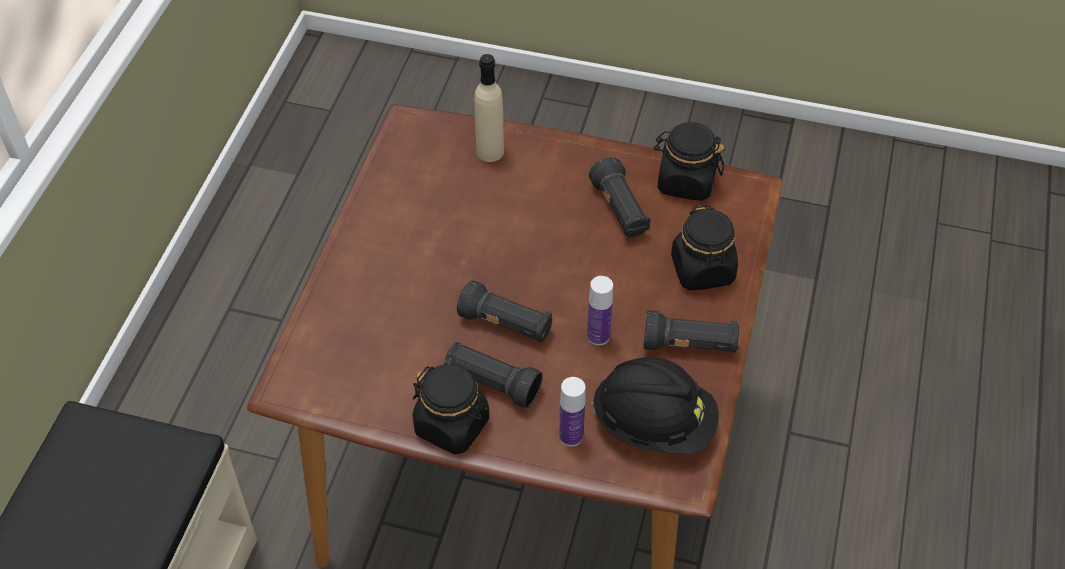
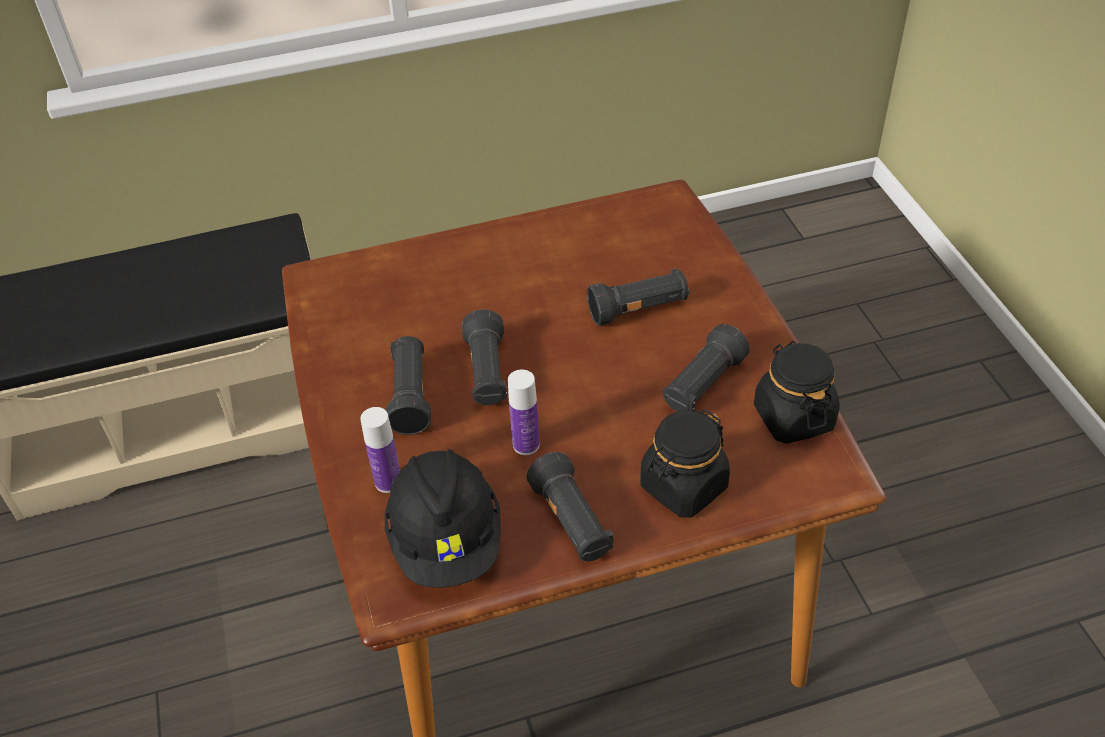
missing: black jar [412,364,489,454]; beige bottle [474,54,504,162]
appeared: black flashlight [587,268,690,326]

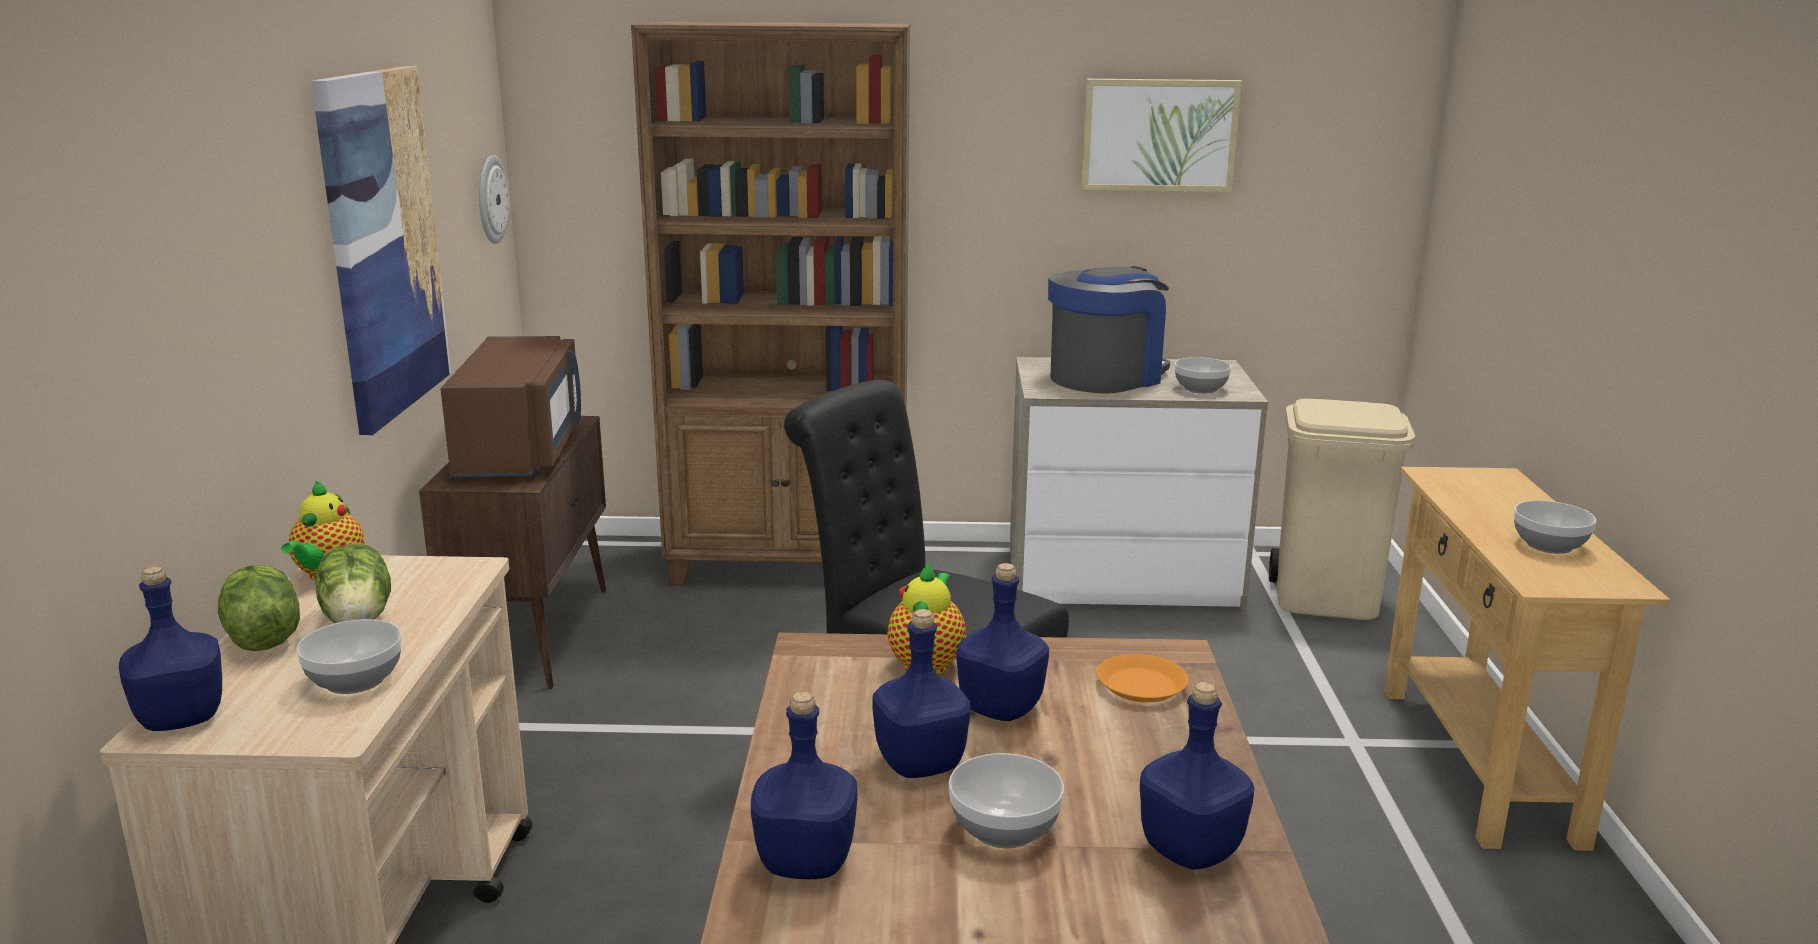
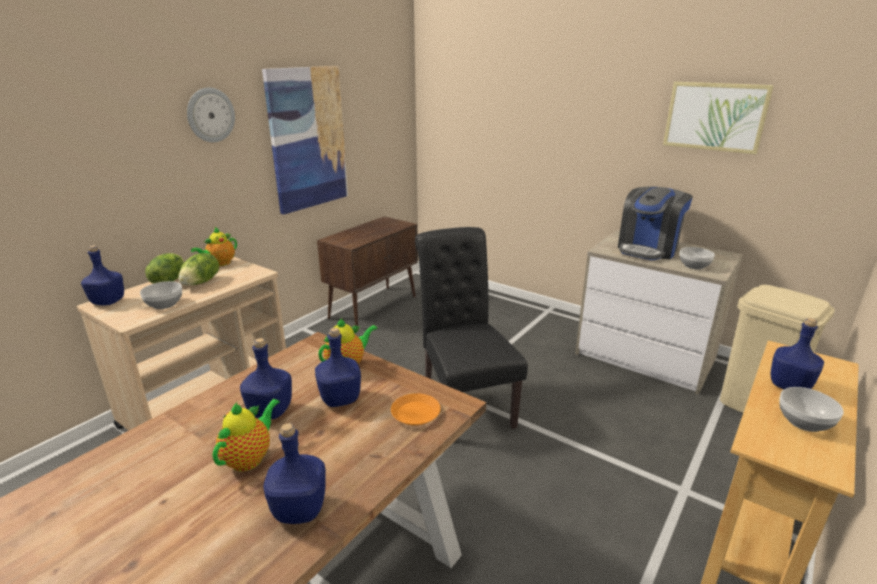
missing: brown microwave [440,336,581,477]; brown bookcase [631,21,910,586]
relocated: wall clock [479,155,509,244] to [187,88,235,142]; blue bottle [751,691,857,879] to [770,318,824,389]
exchanged: bowl [949,753,1064,848] to teapot [213,399,280,472]
spun: coffee machine [1048,266,1170,394] = [618,187,693,260] 135 degrees clockwise

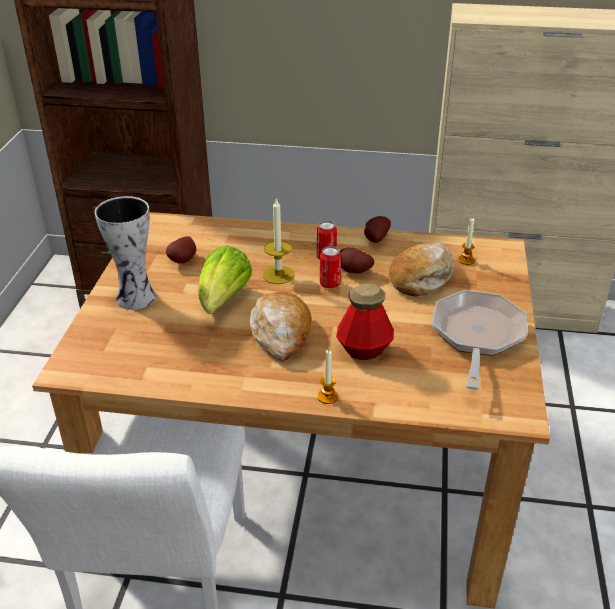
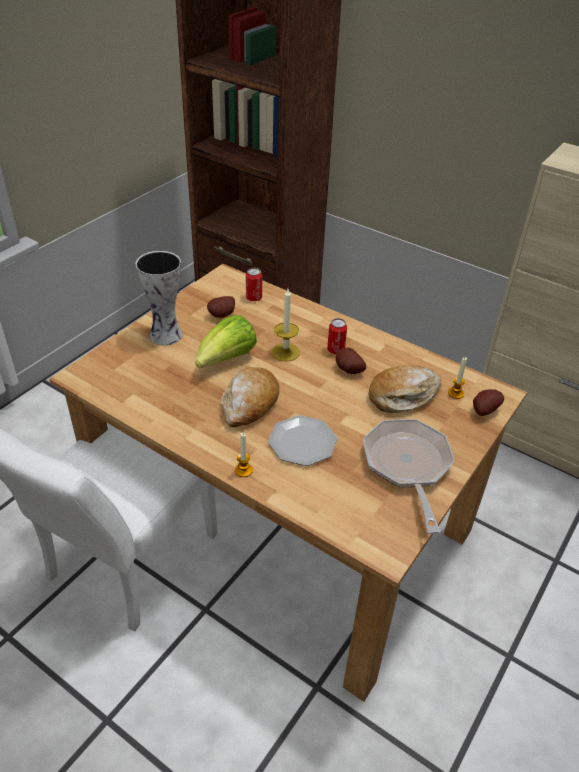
relocated: can [320,246,341,288] to [246,268,262,301]; potato [364,216,391,243] to [473,389,504,416]
exchanged: bottle [336,284,394,360] to plate [268,415,337,466]
spun: frying pan [432,290,527,390] = [363,419,455,534] 45 degrees counterclockwise

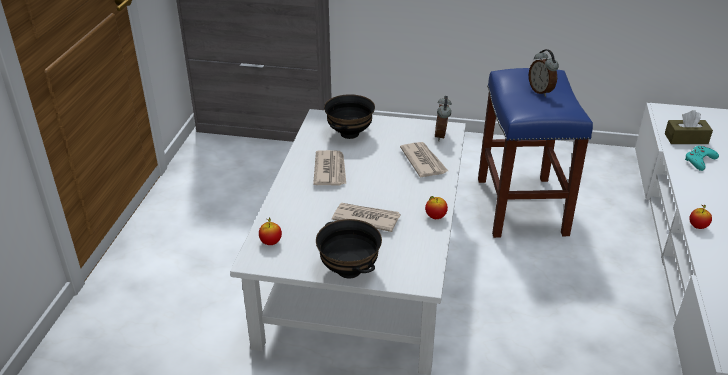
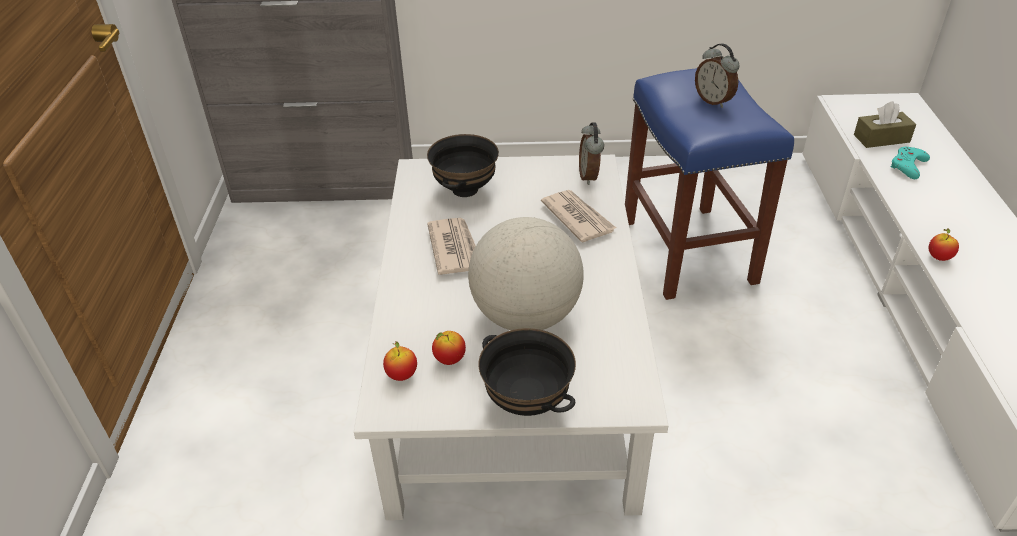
relocated: apple [425,196,448,219] to [432,331,466,365]
exchanged: newspaper [332,203,400,232] to globe [468,217,584,330]

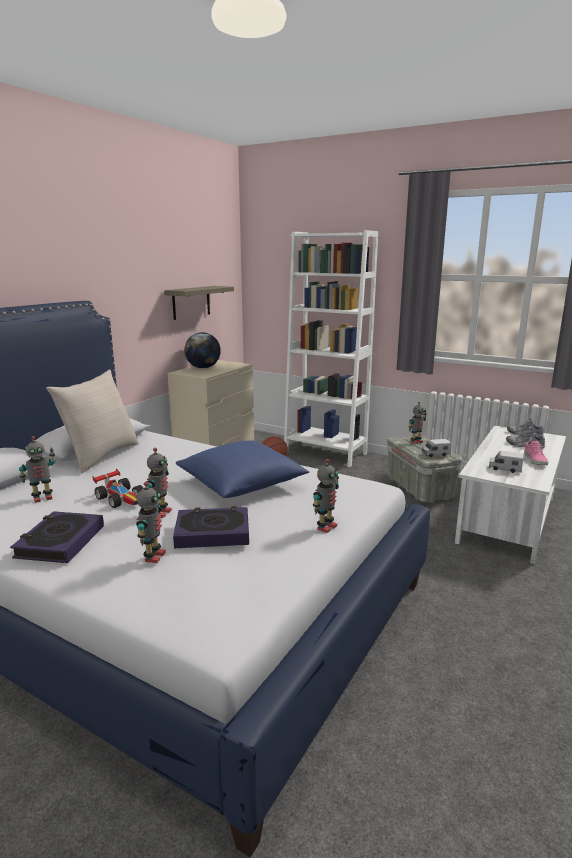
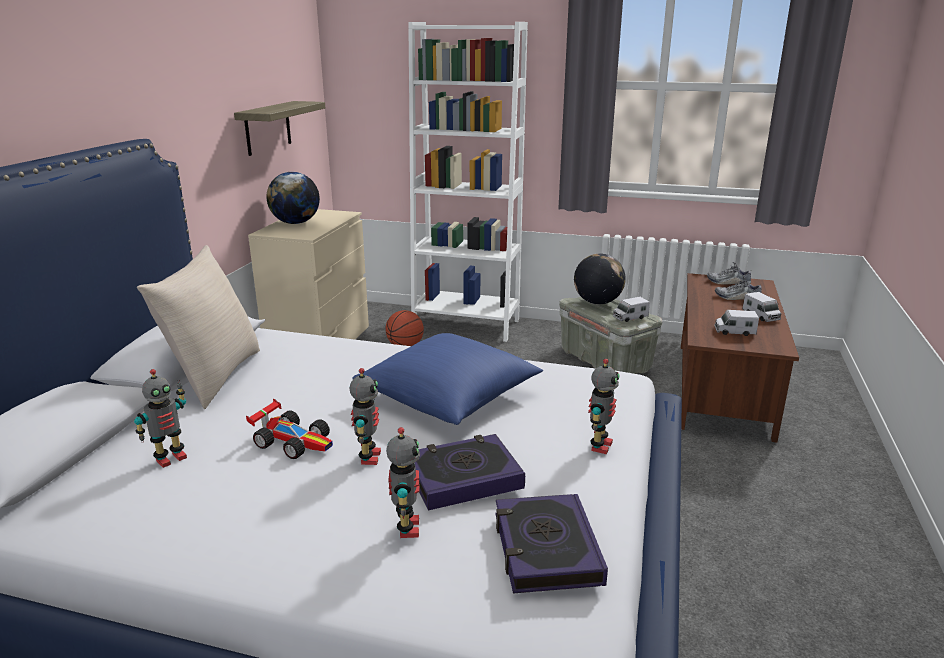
relocated: book [10,511,104,563] to [495,494,608,593]
exchanged: toy robot [408,402,427,444] to globe [574,253,626,304]; pink shoe [524,441,548,465] to toy truck [742,292,781,322]
colour: white coffee table [455,426,566,564] to brown coffee table [681,273,799,443]

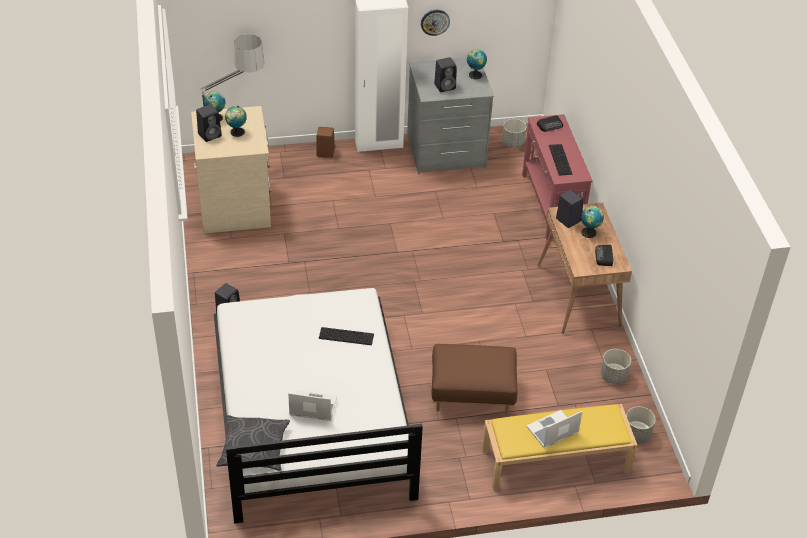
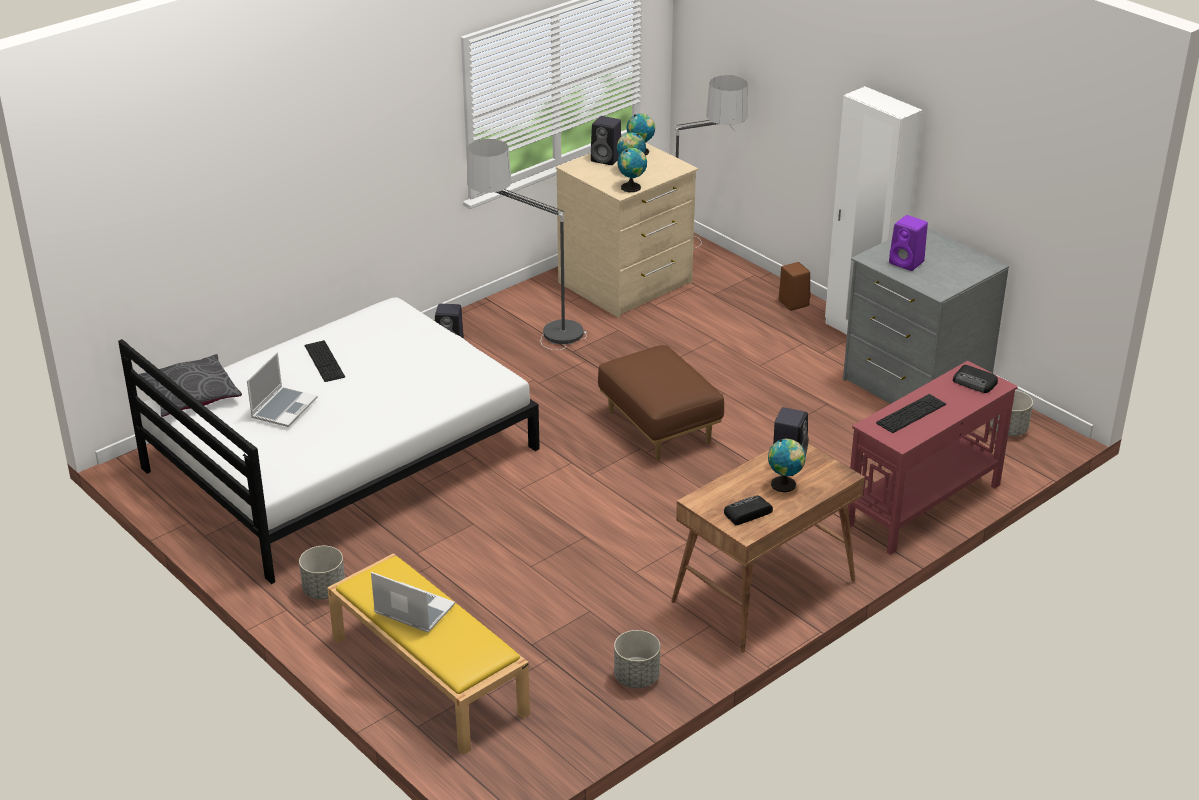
missing: wall clock [421,10,450,36]
appeared: floor lamp [467,139,587,350]
relocated: grey planter [626,407,655,444] to [299,546,345,600]; keyboard [319,327,374,345] to [305,340,345,382]; brown ottoman [432,344,517,415] to [598,345,724,461]; globe [467,49,487,79] to [617,148,647,192]
colour: black speaker [434,57,457,92] to purple speaker [889,215,928,271]
spun: laptop [288,390,337,421] = [247,352,317,427] 45 degrees clockwise

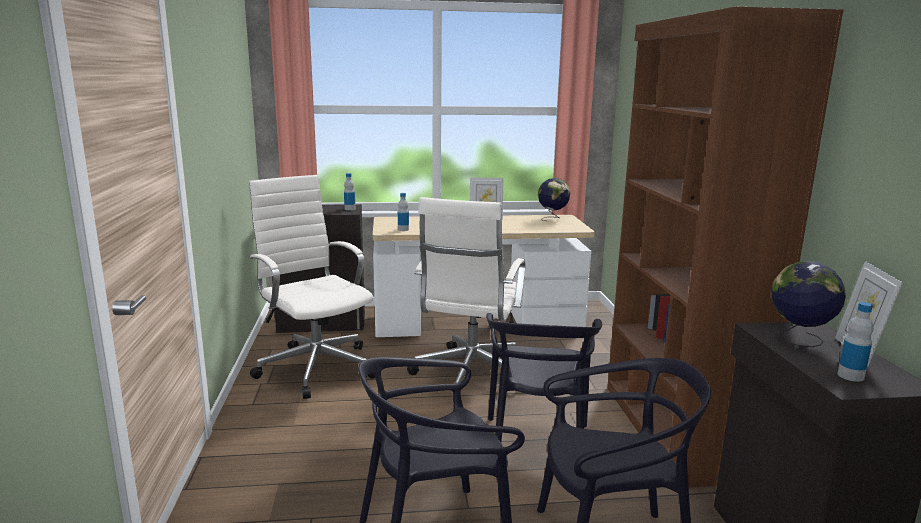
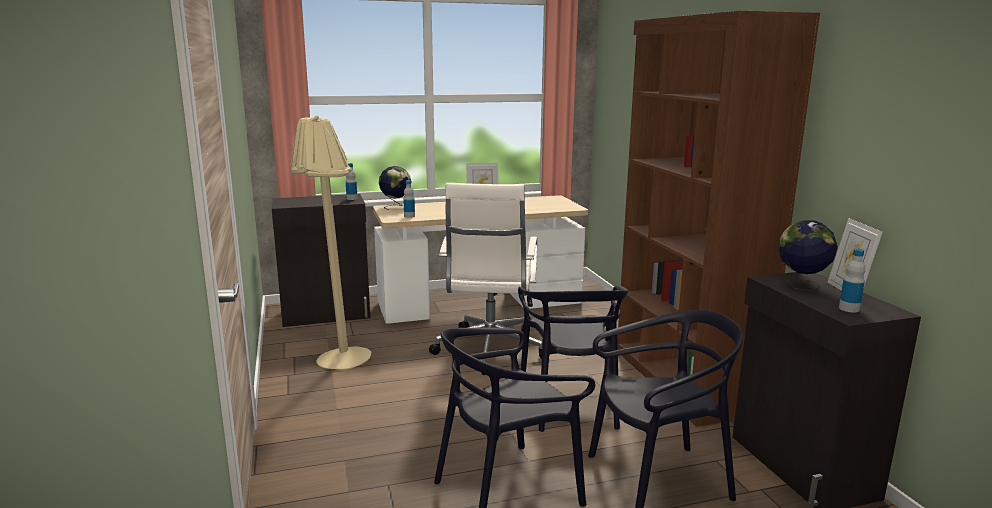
relocated: globe [538,178,570,221] to [379,166,411,210]
exchanged: white office chair [249,175,375,399] to beige floor lamp [291,115,371,369]

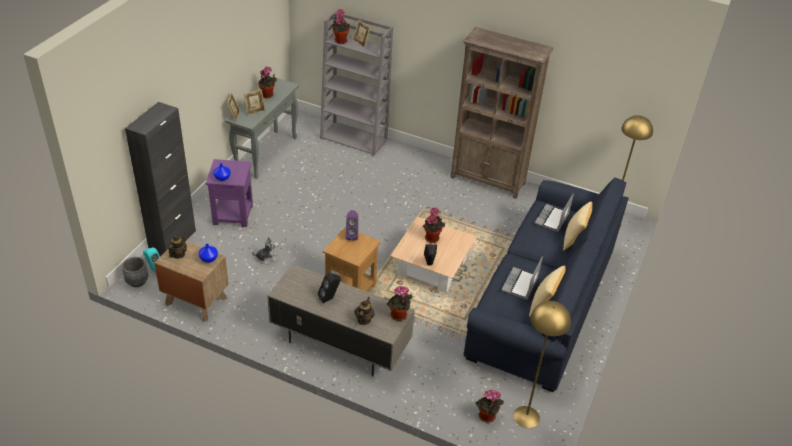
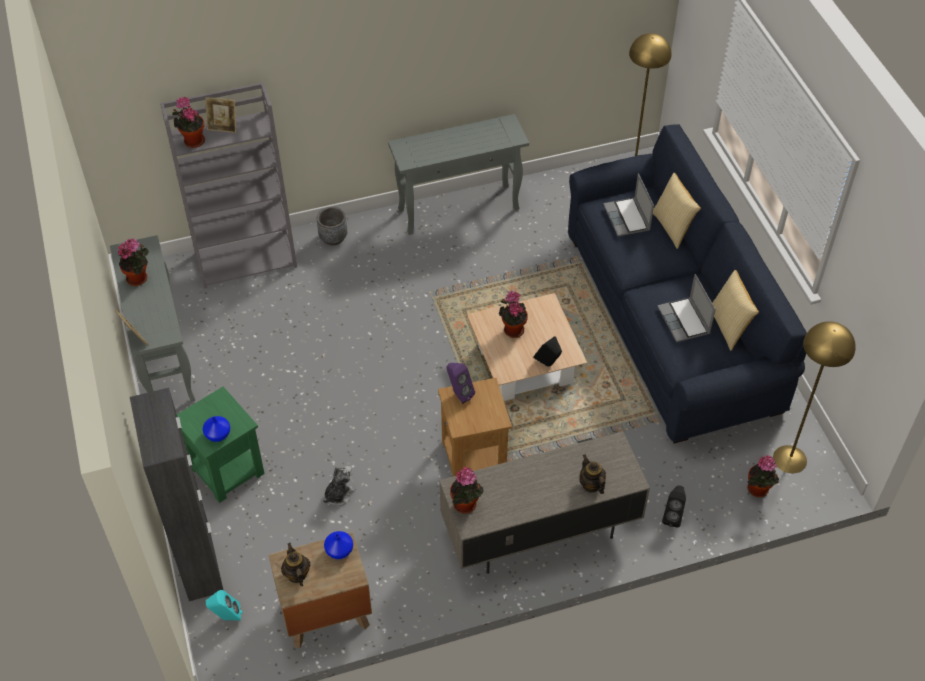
missing: picture frame [244,89,265,115]
relocated: grey planter [122,257,148,287] to [317,207,347,245]; potted plant [386,286,413,321] to [450,467,484,514]; black speaker [318,273,341,303] to [662,485,686,528]
exchanged: brown bookcase [450,27,553,199] to grey console table [388,114,529,235]
colour: purple side table [205,159,253,227] to green side table [177,386,265,503]

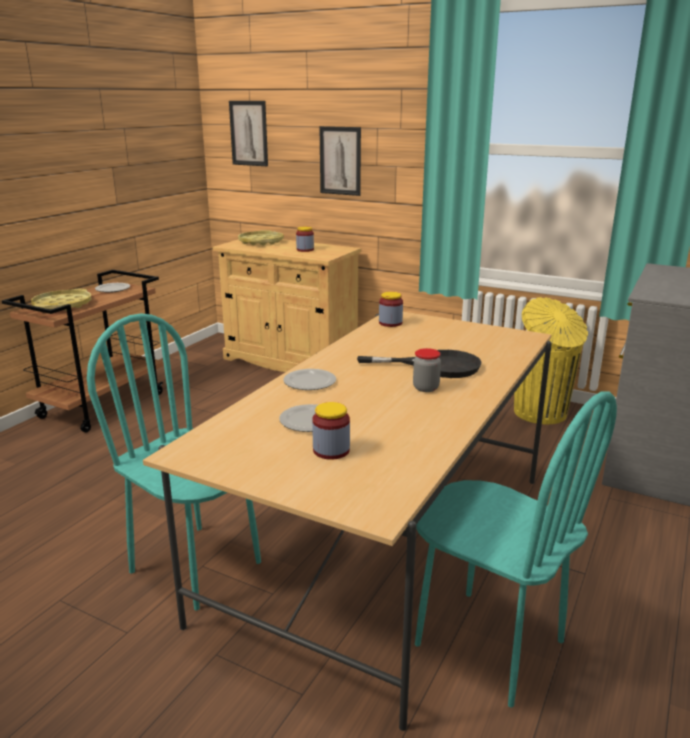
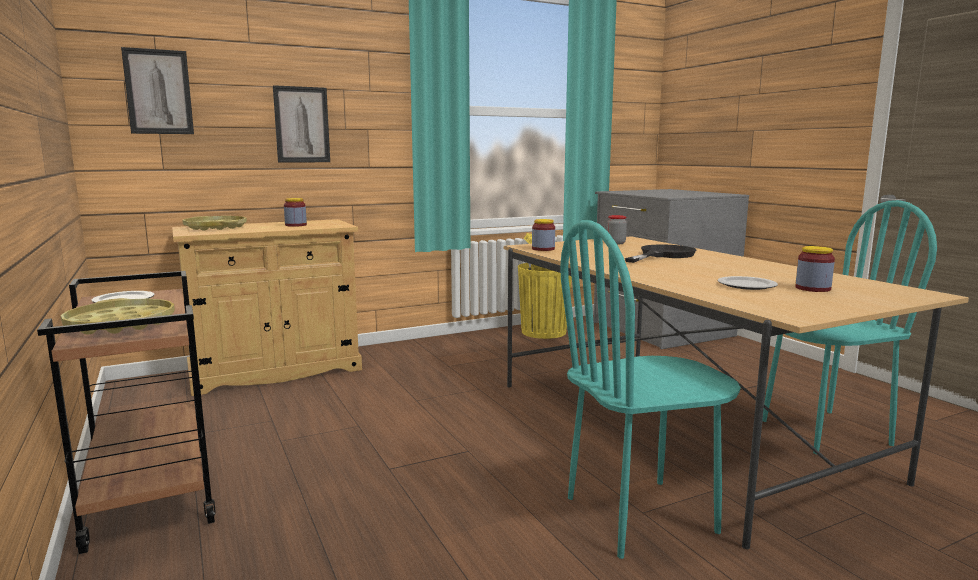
missing: plate [283,369,336,390]
relocated: jar [413,348,441,392] to [607,215,627,244]

